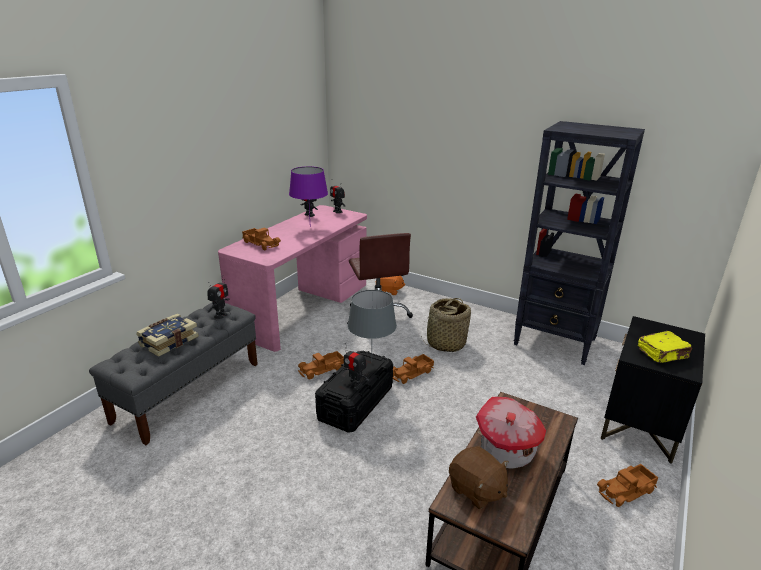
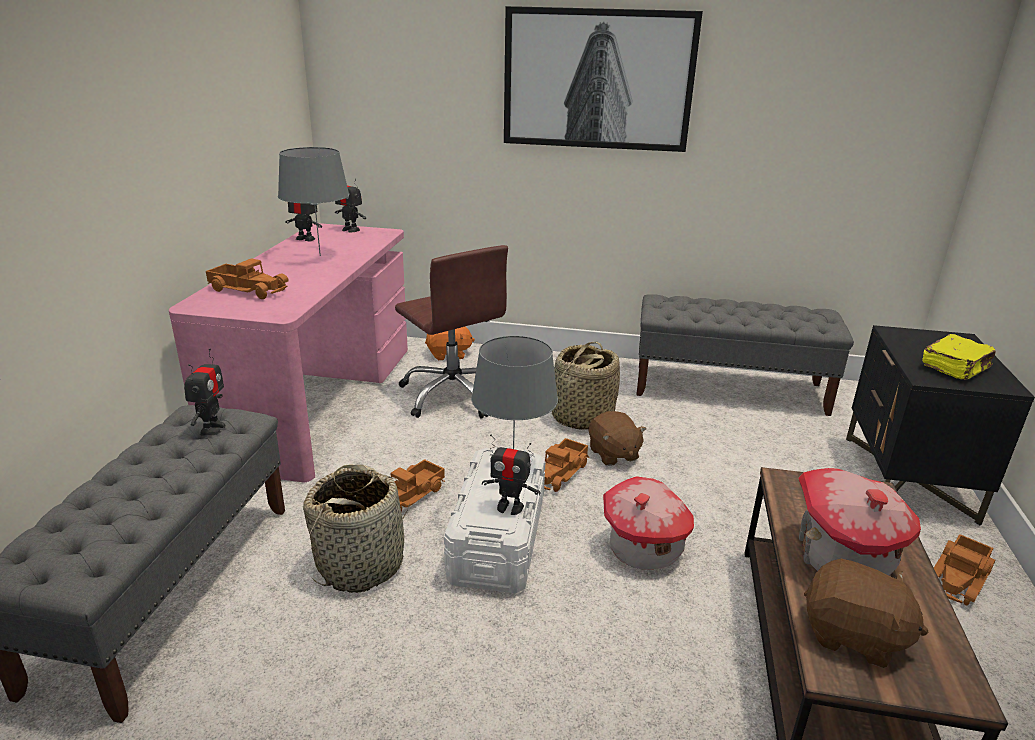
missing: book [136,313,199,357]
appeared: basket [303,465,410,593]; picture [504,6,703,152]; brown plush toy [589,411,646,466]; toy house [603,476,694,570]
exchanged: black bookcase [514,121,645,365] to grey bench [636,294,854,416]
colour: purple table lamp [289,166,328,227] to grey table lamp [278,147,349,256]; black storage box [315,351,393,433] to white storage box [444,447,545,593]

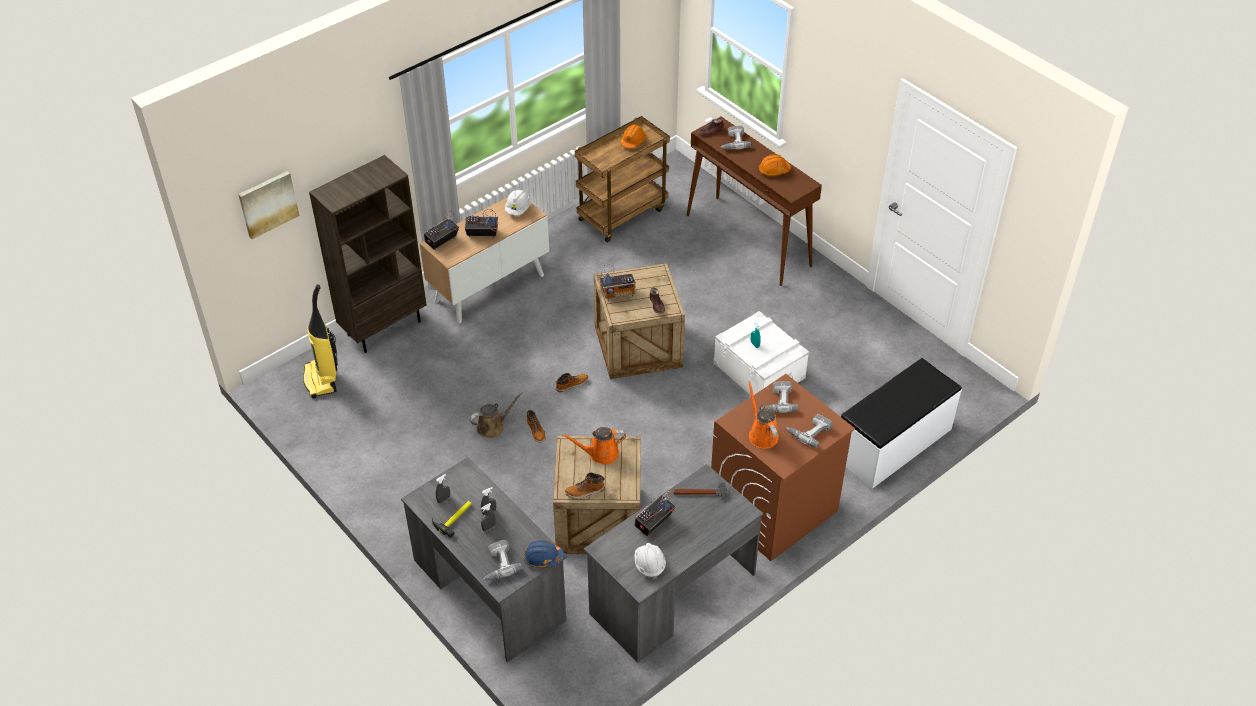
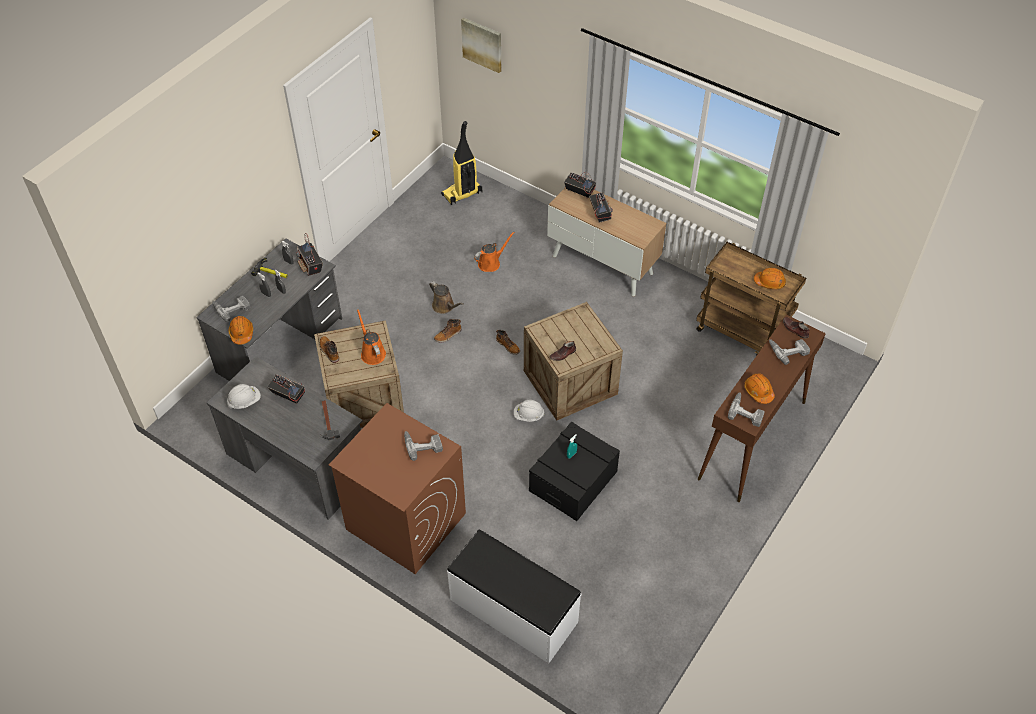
missing: brown bookcase [309,155,426,353]
relocated: radio [600,264,636,301] to [296,233,323,276]; orange watering can [748,381,779,449] to [474,232,515,272]; white hard hat [505,189,530,215] to [514,400,545,422]; power drill [786,414,832,448] to [728,392,765,427]
colour: blue hard hat [524,540,564,568] to orange hard hat [229,316,253,345]; white storage box [713,311,809,395] to black storage box [529,421,620,521]

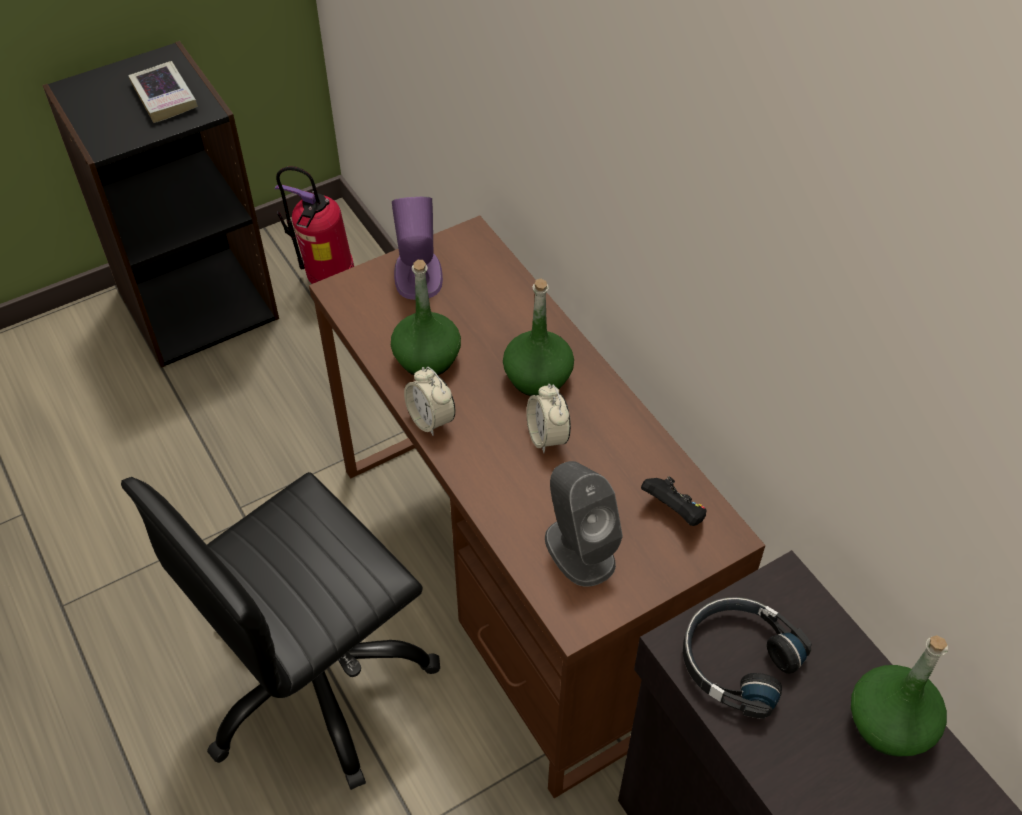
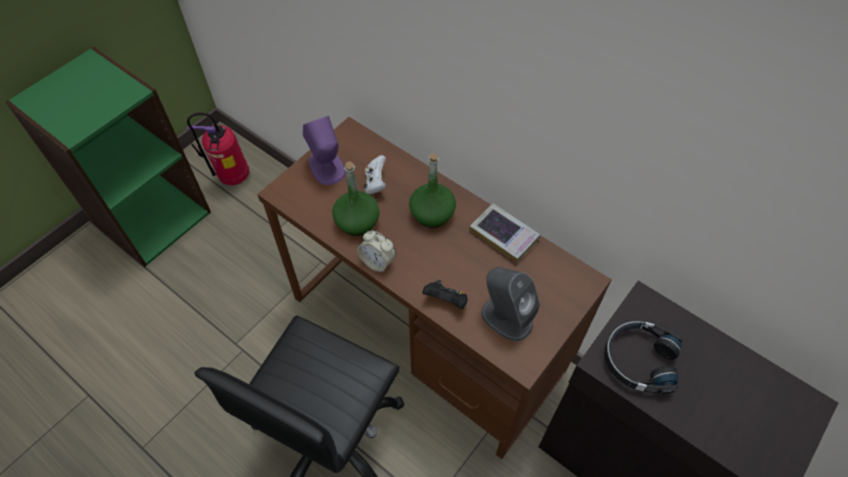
missing: alarm clock [526,384,571,453]; green bottle [851,635,948,757]
appeared: white game controller [364,155,386,194]
relocated: black game controller [641,476,706,526] to [423,279,468,309]; book [128,61,198,123] to [470,203,540,263]
colour: black bookcase [42,41,279,368] to green bookcase [5,46,211,267]

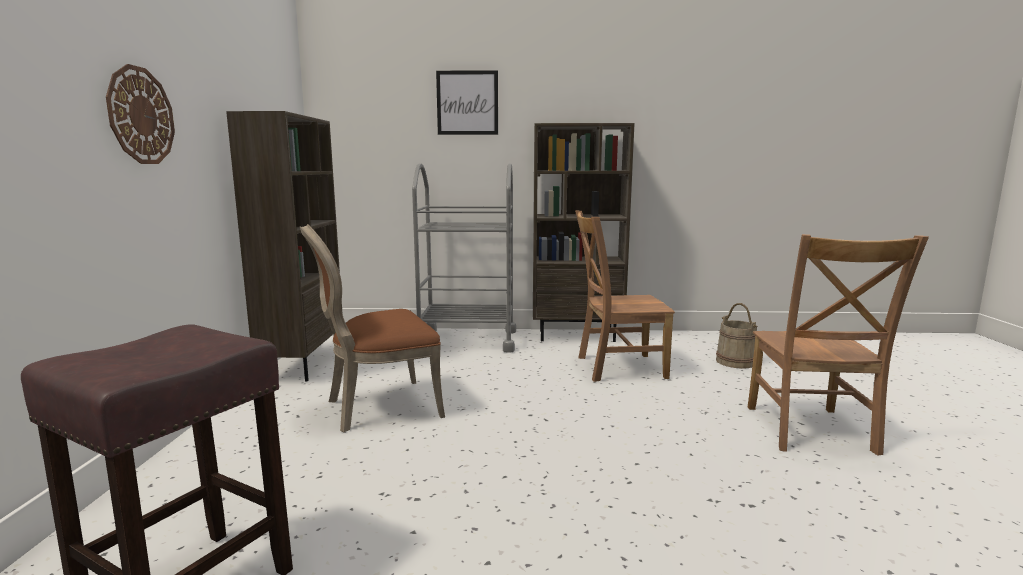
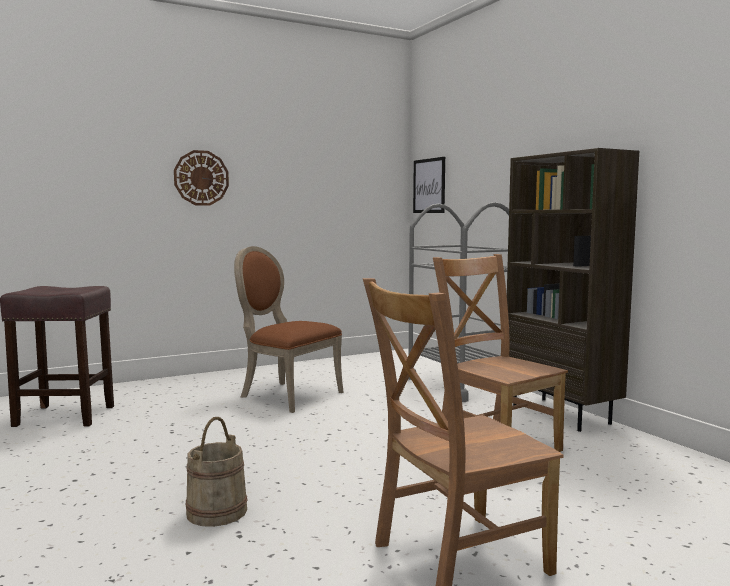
missing: brown bookcase [226,111,343,382]
relocated: beige bucket [716,303,758,369] to [185,417,248,527]; picture [436,70,498,135] to [413,157,445,213]

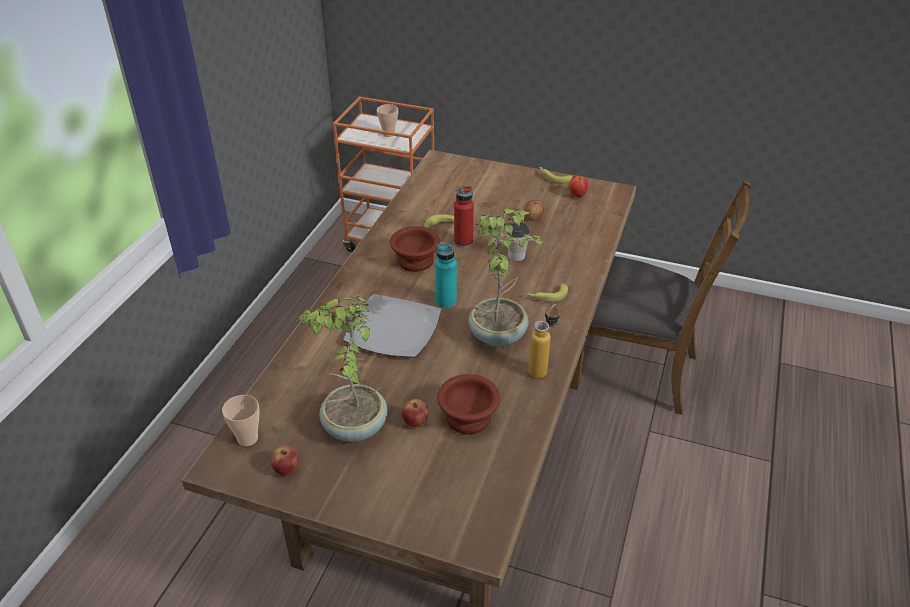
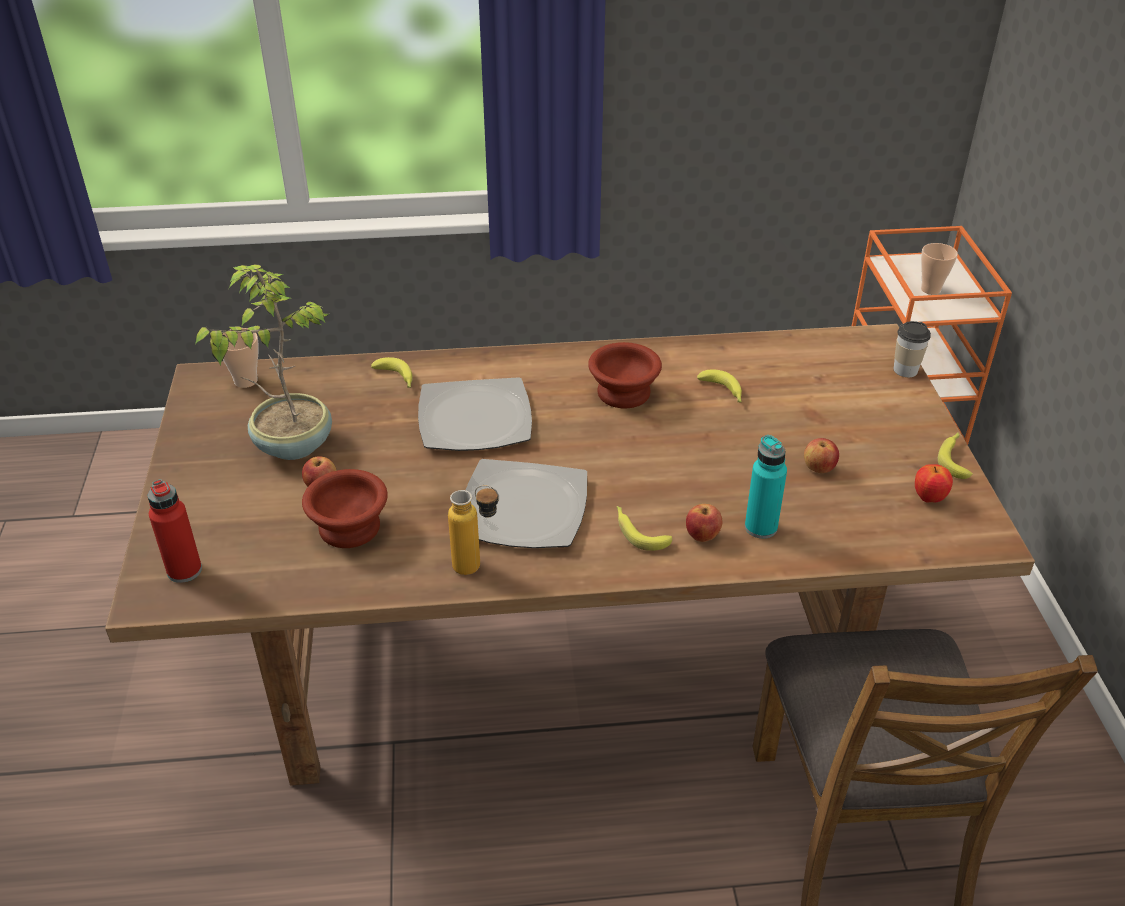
appeared: banana [371,357,413,388]
relocated: red bottle [454,186,474,248] to [148,479,202,583]; apple [271,445,299,476] to [686,504,722,542]; turquoise bottle [435,243,457,309] to [745,435,787,539]; cup [507,222,529,261] to [893,321,931,377]
exchanged: potted plant [468,209,544,347] to plate [466,459,587,548]

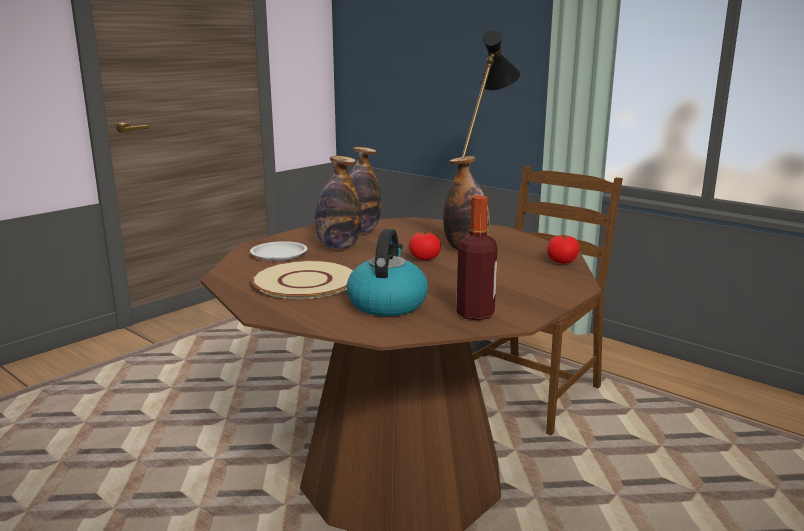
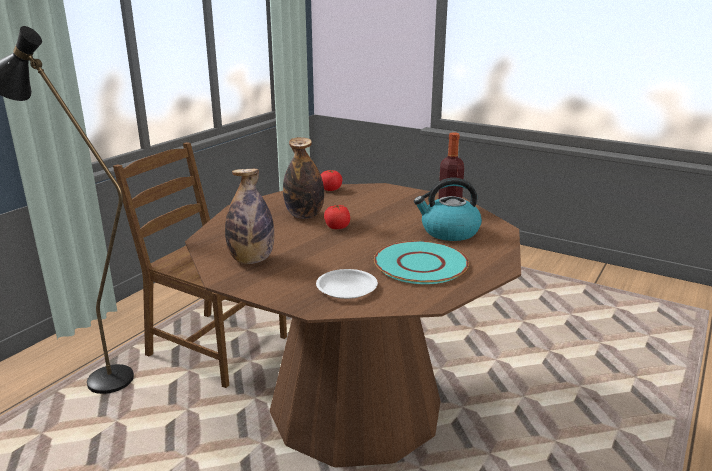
missing: bottle [315,156,362,249]
colour: beige plate [251,260,354,299] to turquoise plate [374,241,469,284]

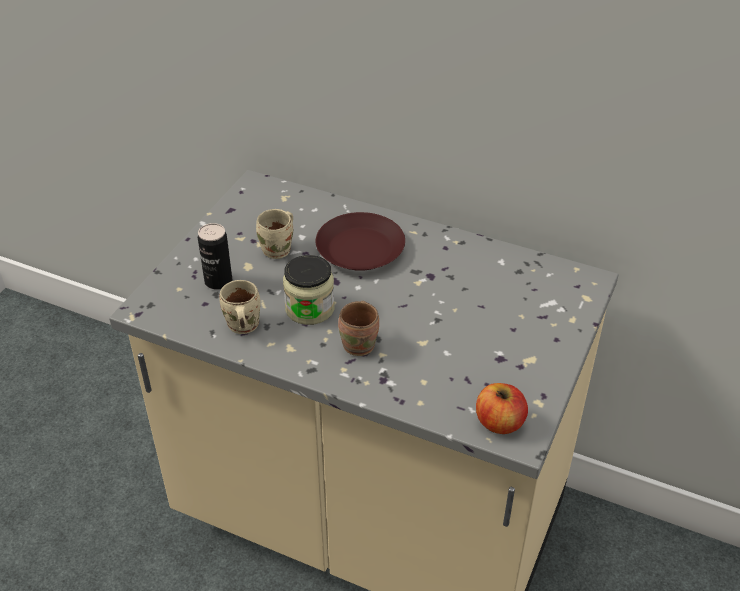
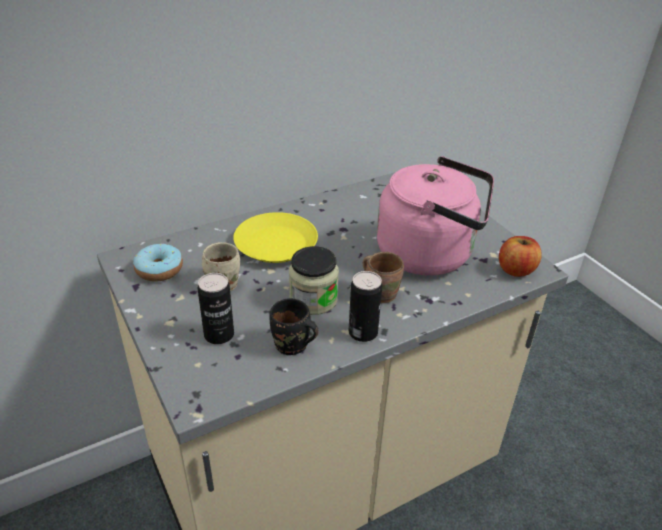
appeared: donut [133,243,183,282]; can [349,271,382,342]; pink kettle [377,156,494,276]
colour: brown plate [316,212,405,271] to yellow plate [233,212,318,263]; beige mug [219,280,260,334] to black mug [269,298,318,355]

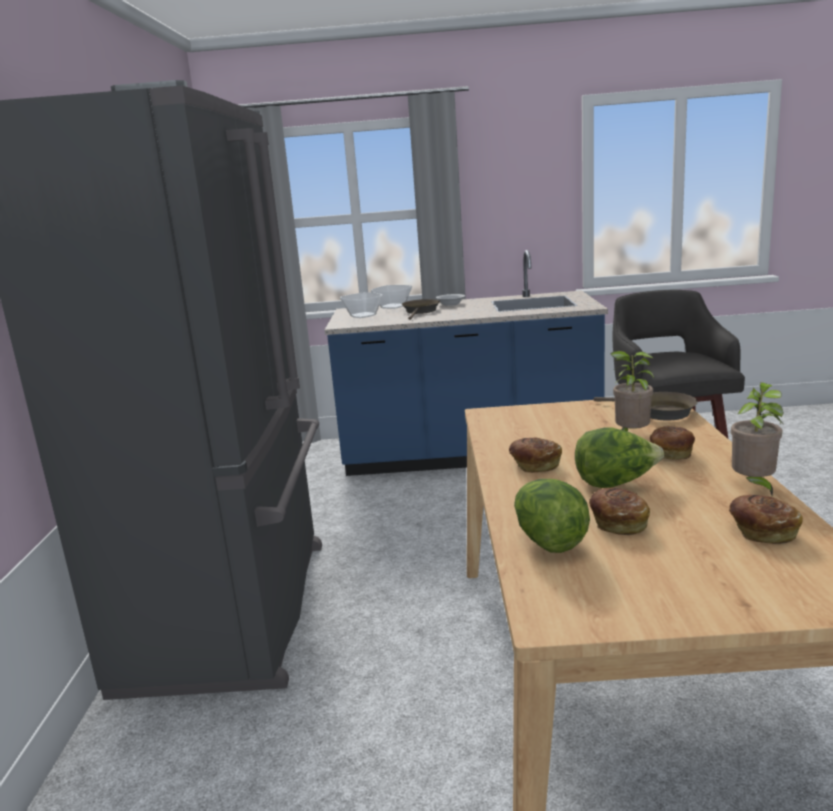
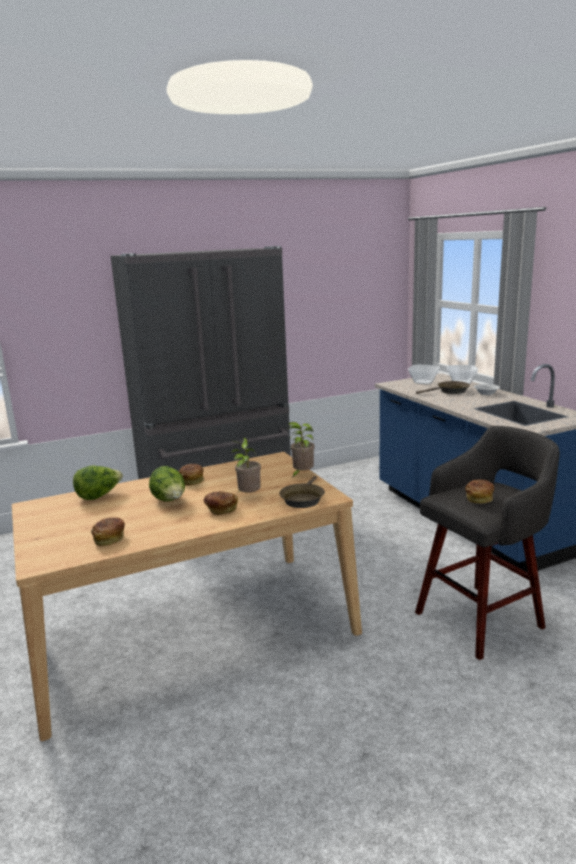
relocated: potted plant [731,382,784,495] to [288,422,315,478]; bread [589,488,650,535] to [465,480,494,503]

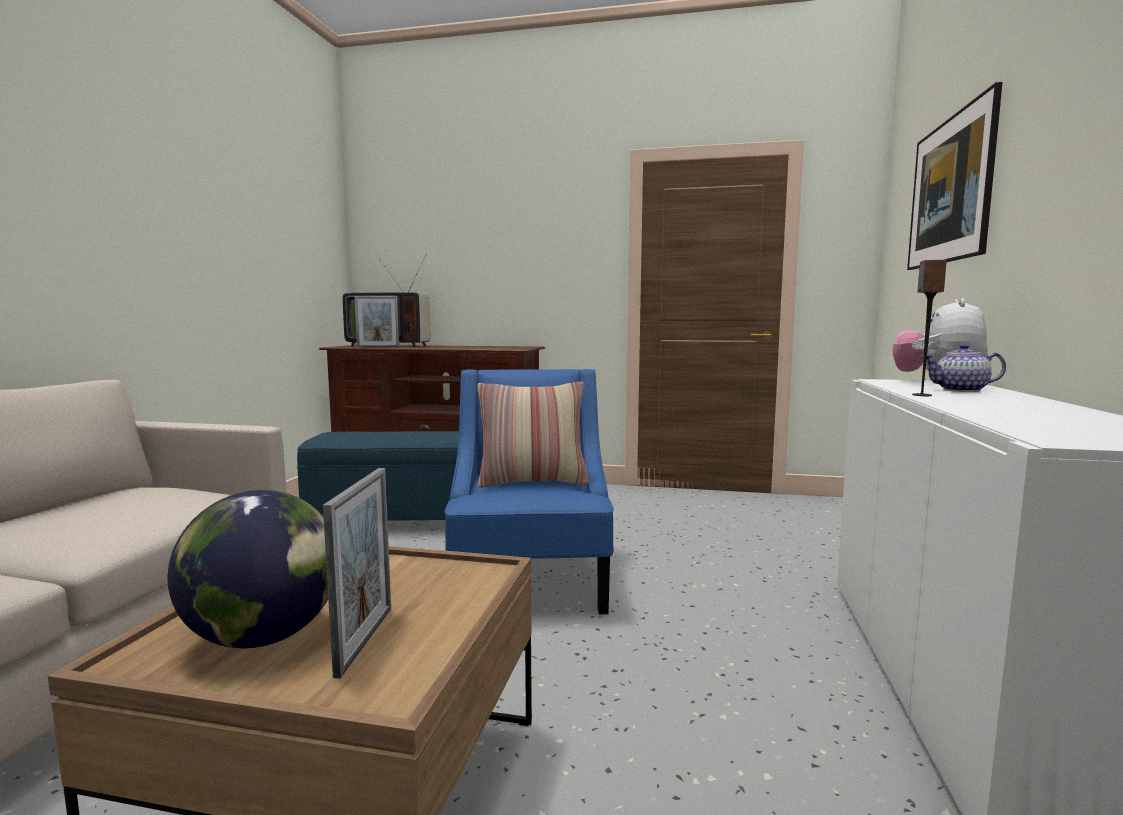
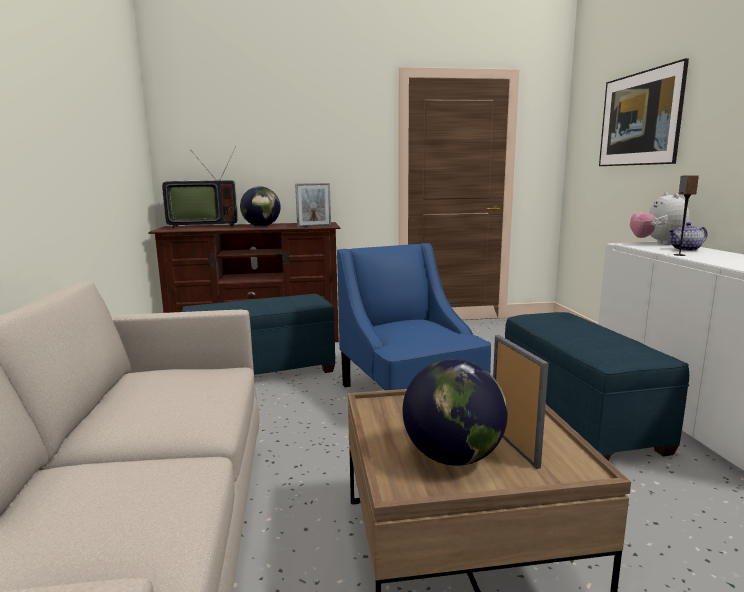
missing: pillow [477,382,589,488]
appeared: globe [240,186,280,227]; blue ottoman [505,312,689,461]
relocated: picture frame [355,296,399,347] to [295,183,331,227]

